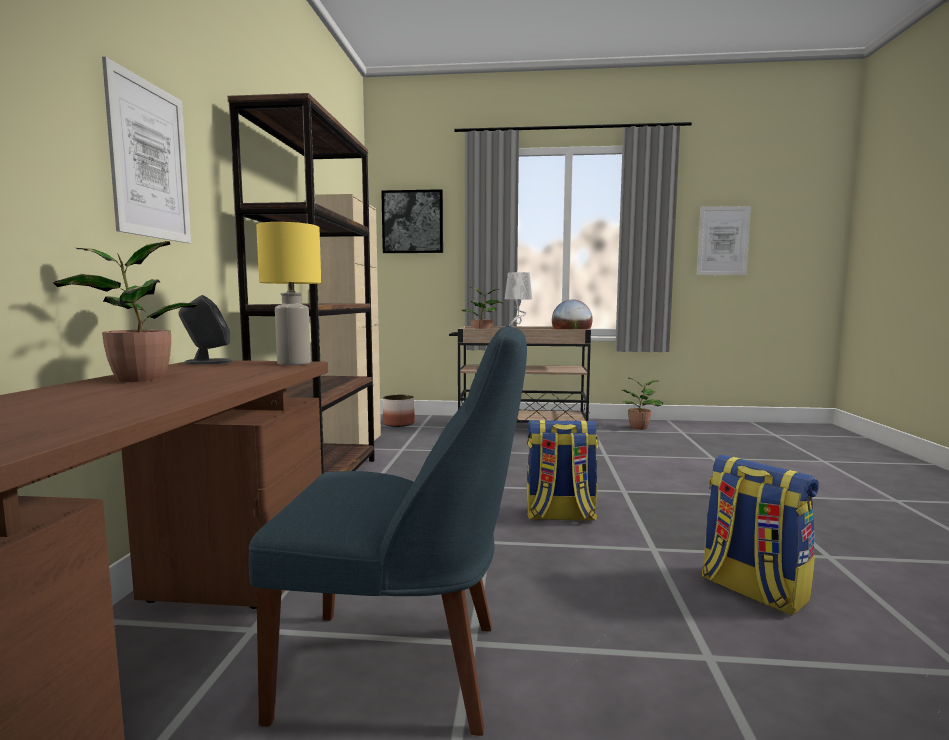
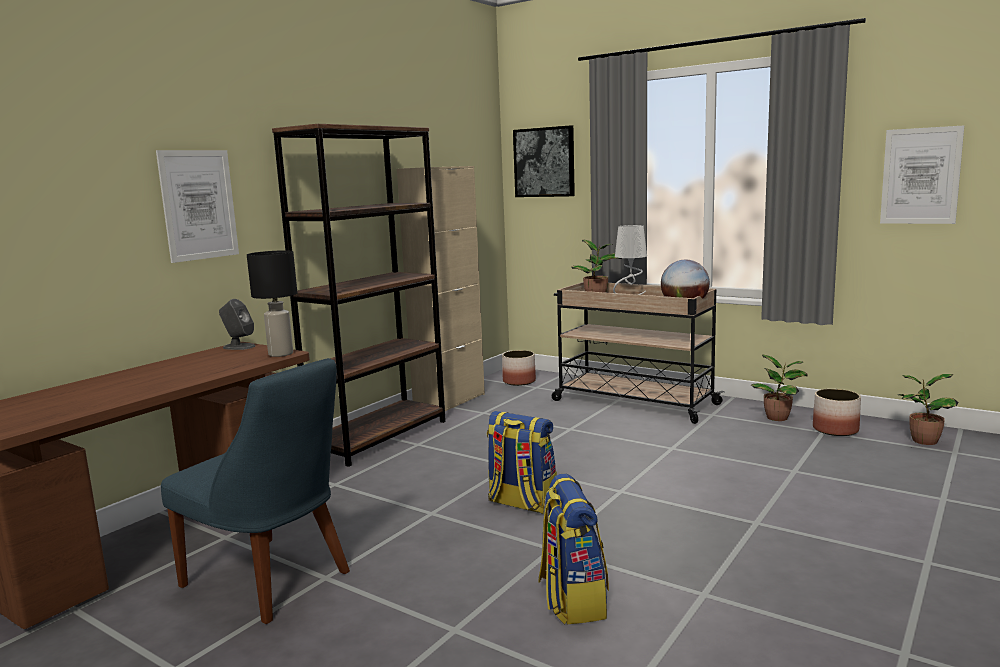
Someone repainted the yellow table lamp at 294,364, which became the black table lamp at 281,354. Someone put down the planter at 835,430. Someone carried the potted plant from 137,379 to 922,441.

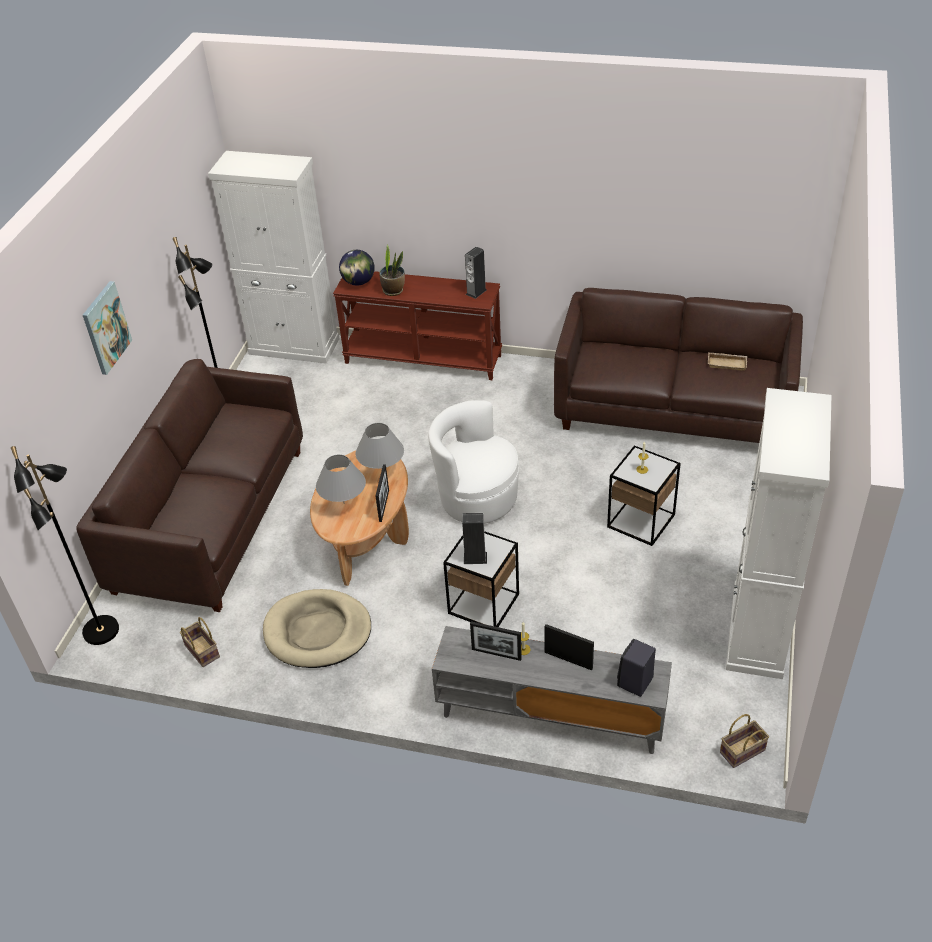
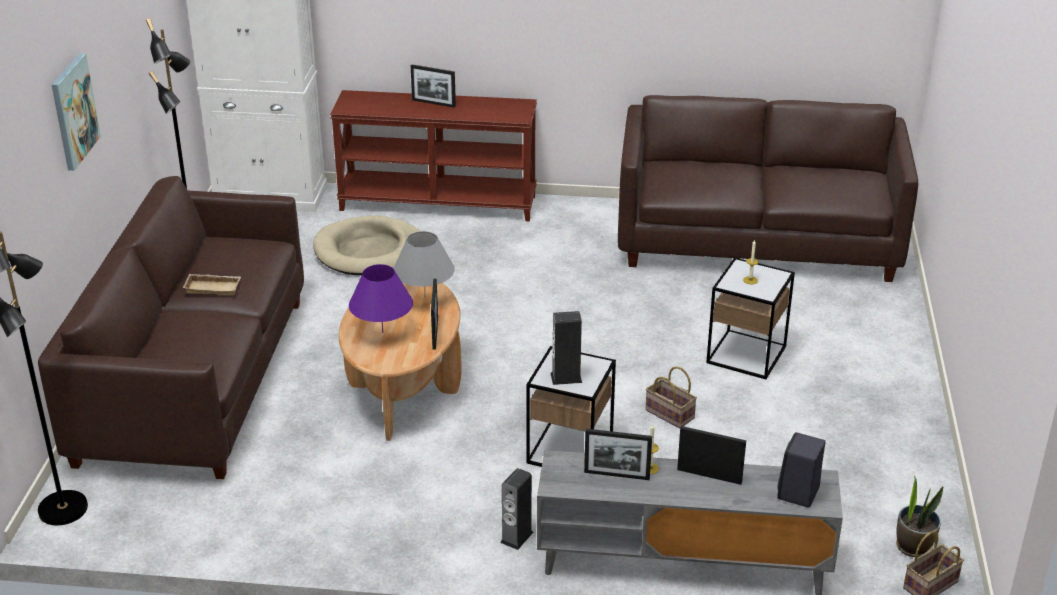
Someone carried the beige tray from 727,363 to 214,287. Someone carried the beige dog bed from 317,632 to 370,251. Someone repainted the grey table lamp at 344,503, which became the purple table lamp at 382,332. Someone put down the picture frame at 433,103. Someone carried the speaker from 476,292 to 517,537. Someone carried the basket from 201,651 to 668,414. Someone carried the potted plant from 393,290 to 913,546. Someone took away the globe at 358,282. Someone took away the white armchair at 477,498. Someone took away the white cabinet at 757,631.

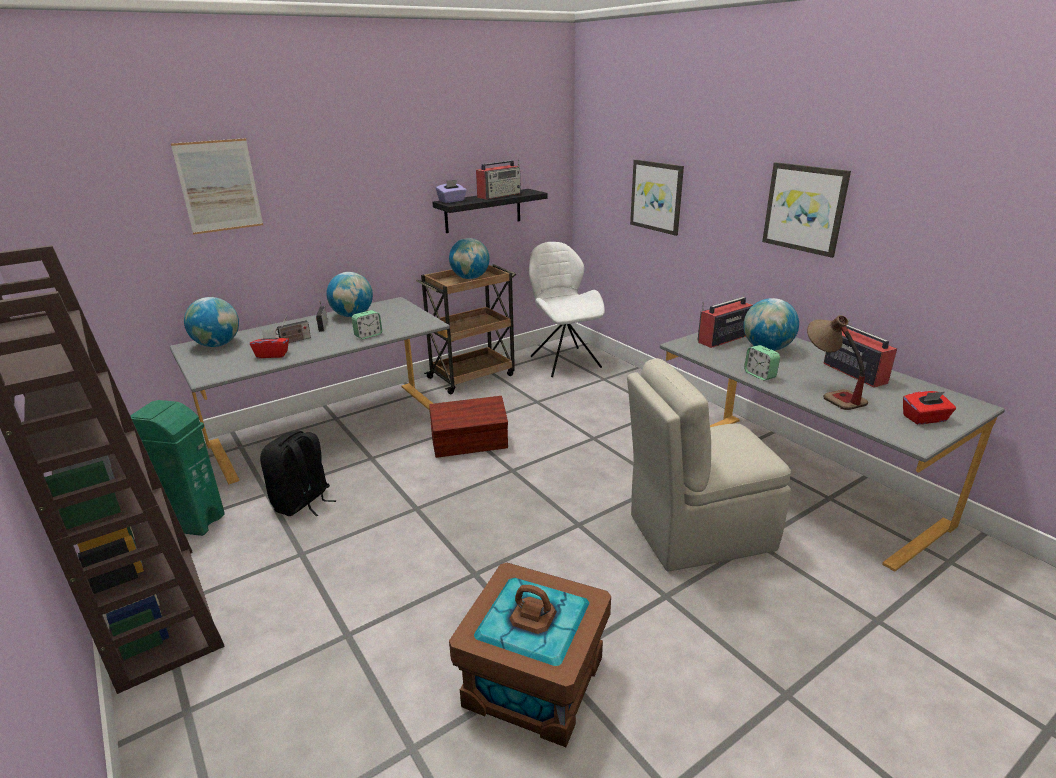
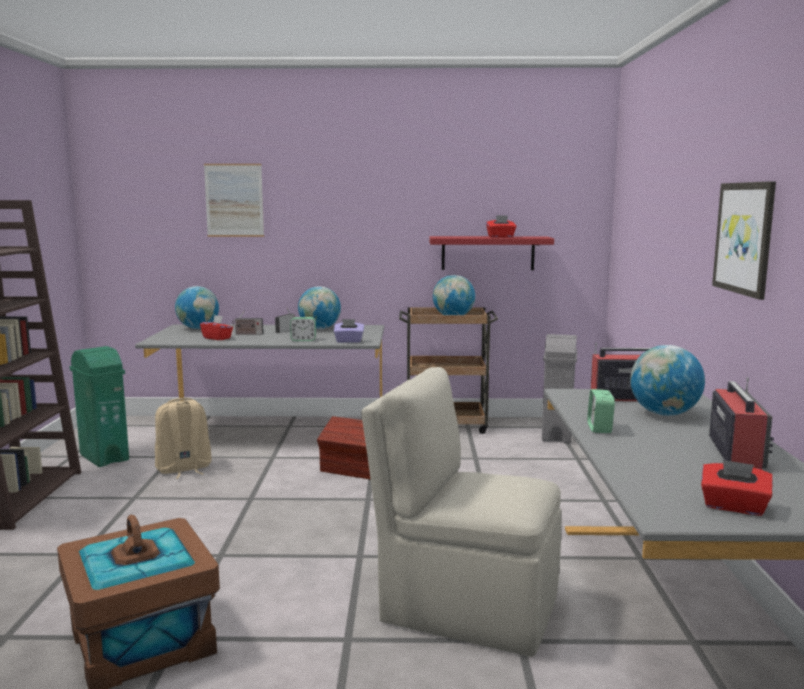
Someone repainted the black backpack at 302,502, which became the beige backpack at 183,469. Someone carried the purple tissue box from 452,201 to 349,341. Someone repainted the black shelf at 483,211, which became the red shelf at 488,253. Someone swapped the radio at 499,195 for the red tissue box at 500,237. Someone swapped the white chair at 564,361 for the grey trash can at 557,435. Someone took away the picture at 657,196. Someone took away the table lamp at 829,393.

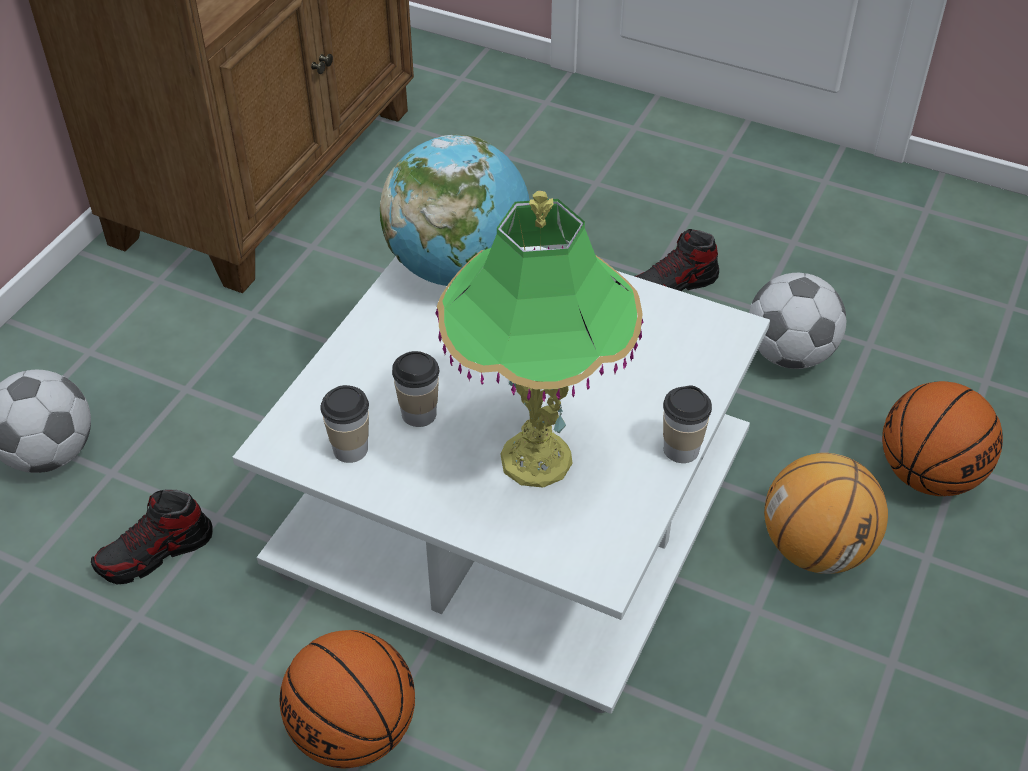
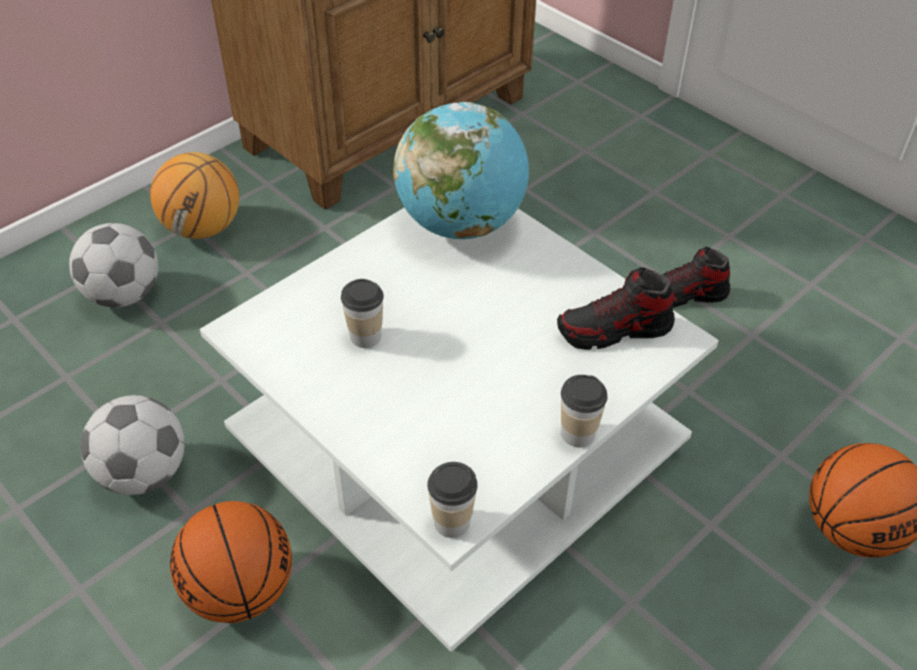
Someone carried the football from 789,354 to 144,473. Someone carried the basketball from 816,548 to 203,228. Someone carried the cup from 350,449 to 452,522. Someone carried the shoe from 156,553 to 614,330. Someone took away the table lamp at 537,459.

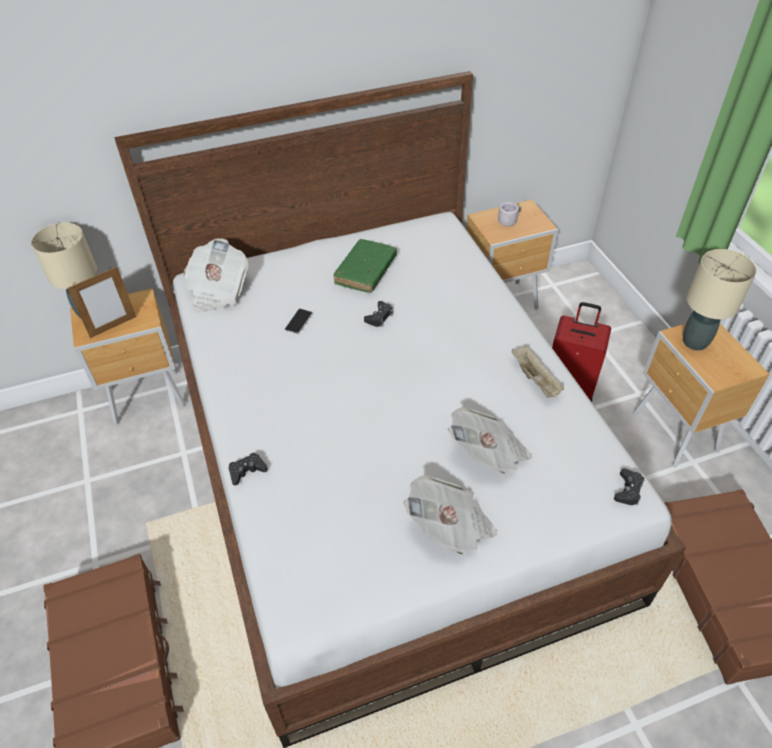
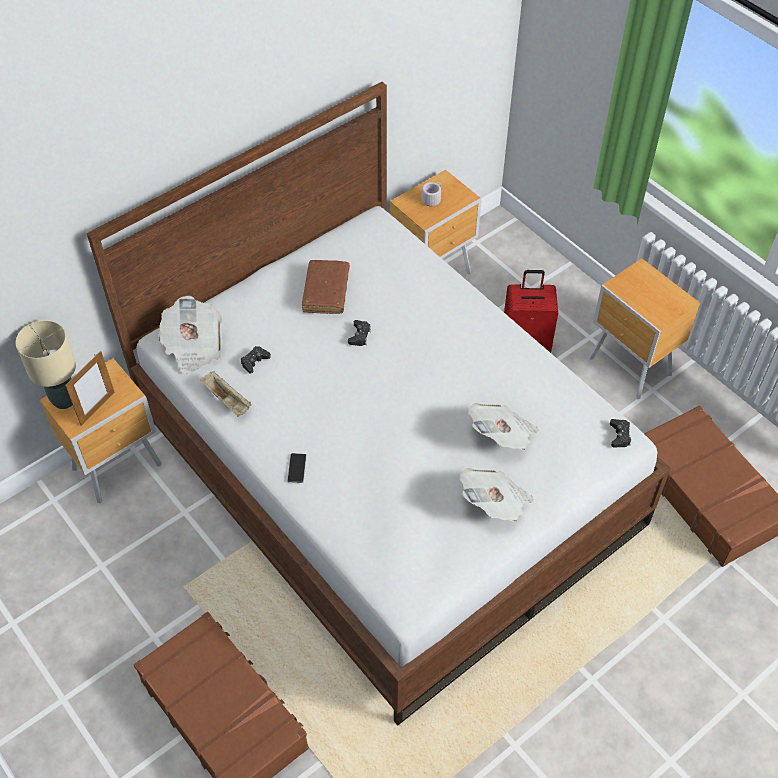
Someone carried the beige tray from 536,380 to 227,400. Someone carried the black game controller from 247,471 to 254,361. Someone carried the phone from 298,322 to 297,468. Someone repainted the green book at 365,271, which became the brown book at 326,292. Someone took away the beige table lamp at 694,342.

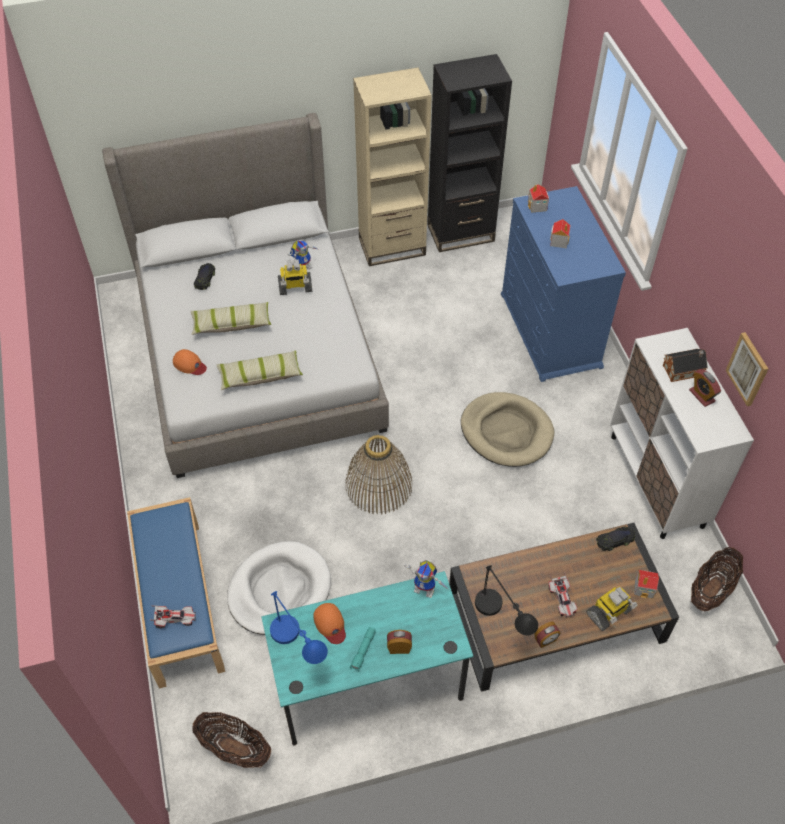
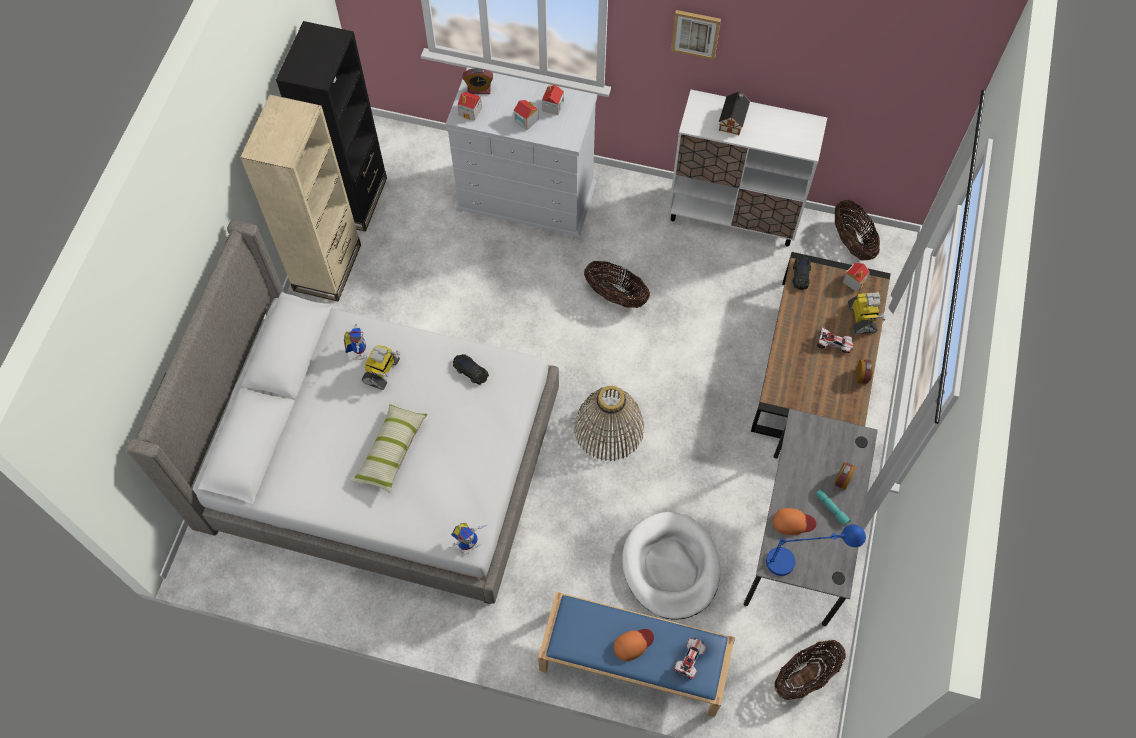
Someone repainted the blue dresser at 550,330, which became the white dresser at 527,196. Someone carried the toy robot from 426,588 to 469,543. Someone carried the black toy car from 205,278 to 470,370. Someone carried the alarm clock from 701,396 to 479,89. Someone put down the toy house at 552,106. Someone swapped the beige dog bed at 506,432 for the basket at 615,295. Someone carried the orange cap from 189,364 to 633,644. Someone carried the picture from 748,369 to 695,33. Someone repainted the turquoise desk at 368,682, which became the grey desk at 799,537. Someone took away the pillow at 260,376. Someone took away the black table lamp at 501,623.

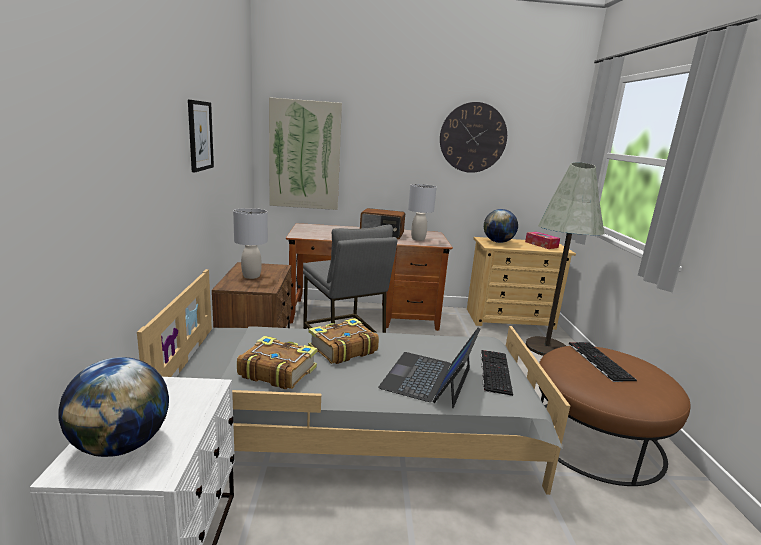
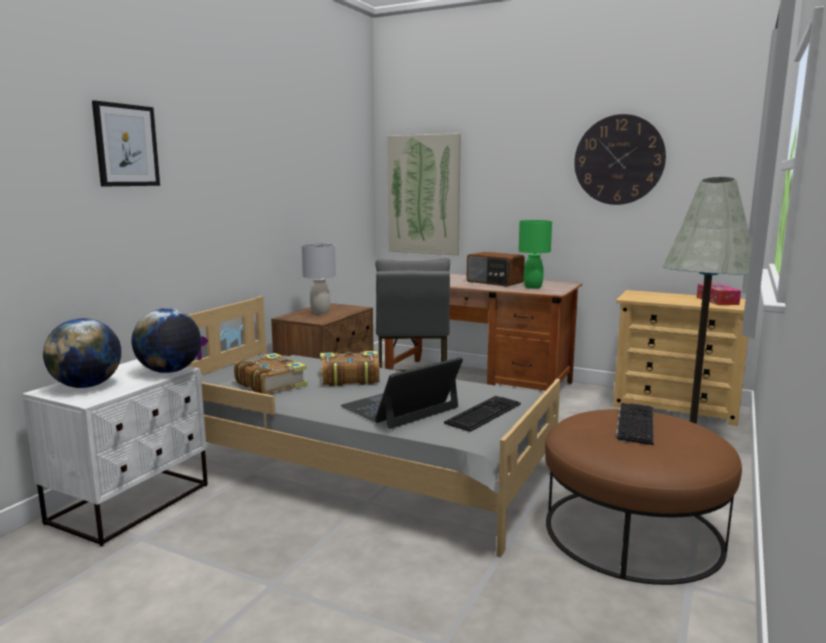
Someone carried the picture from 200,136 to 126,145. Someone carried the globe from 498,242 to 169,371. Someone repainted the grey table lamp at 418,239, which became the green table lamp at 533,287.

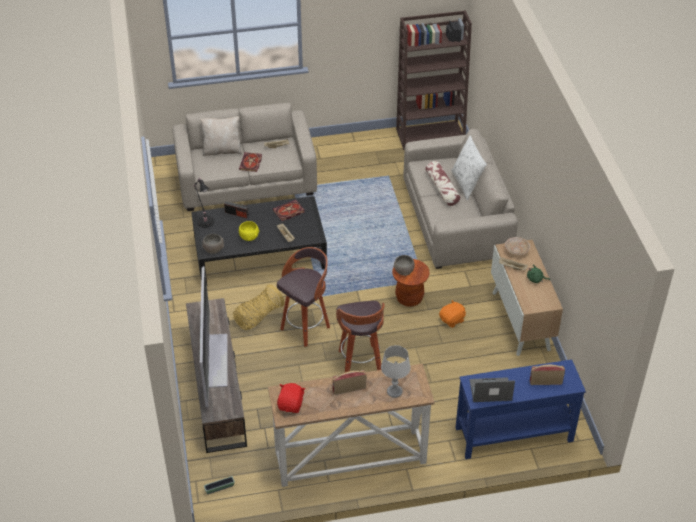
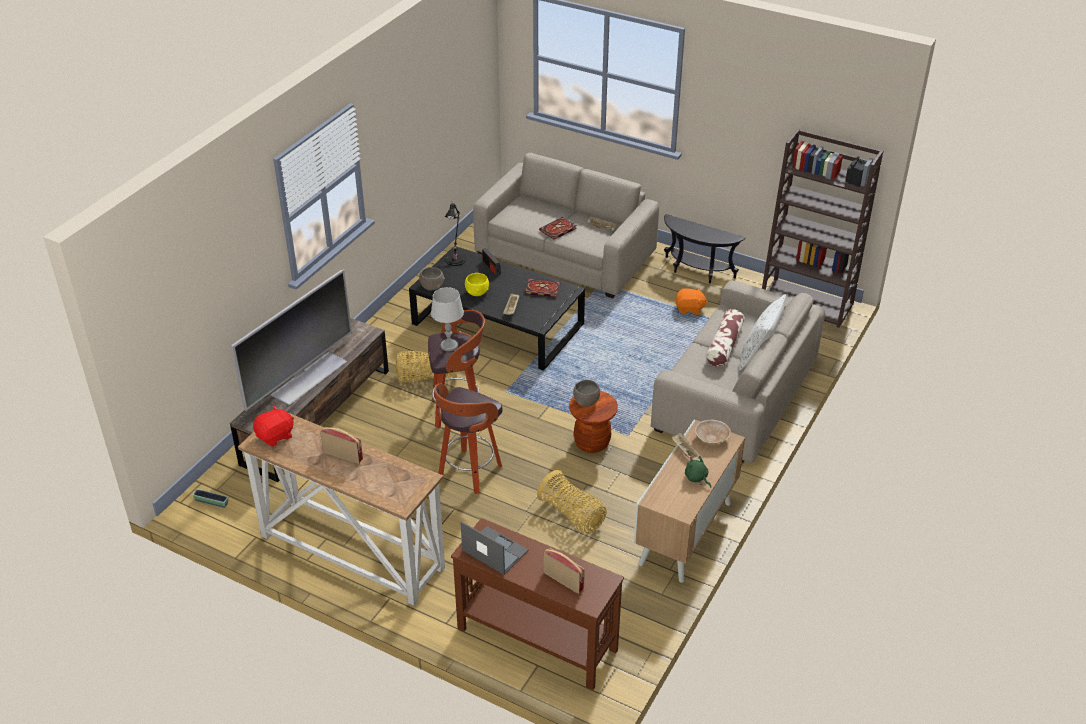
Someone carried the grey table lamp from 394,392 to 449,346. Someone repainted the blue console table at 513,434, which became the brown console table at 536,638. Someone put down the basket at 573,515. Someone put down the black side table at 696,272. Someone carried the orange plush toy from 452,320 to 689,309. Someone took away the beige pillow at 222,150.

